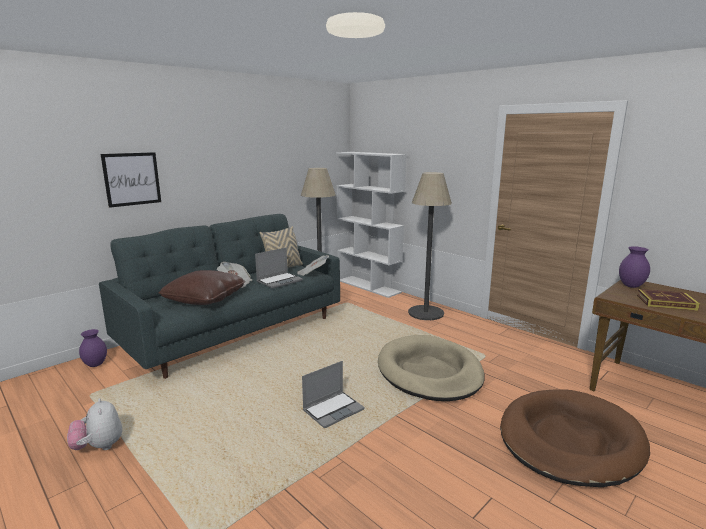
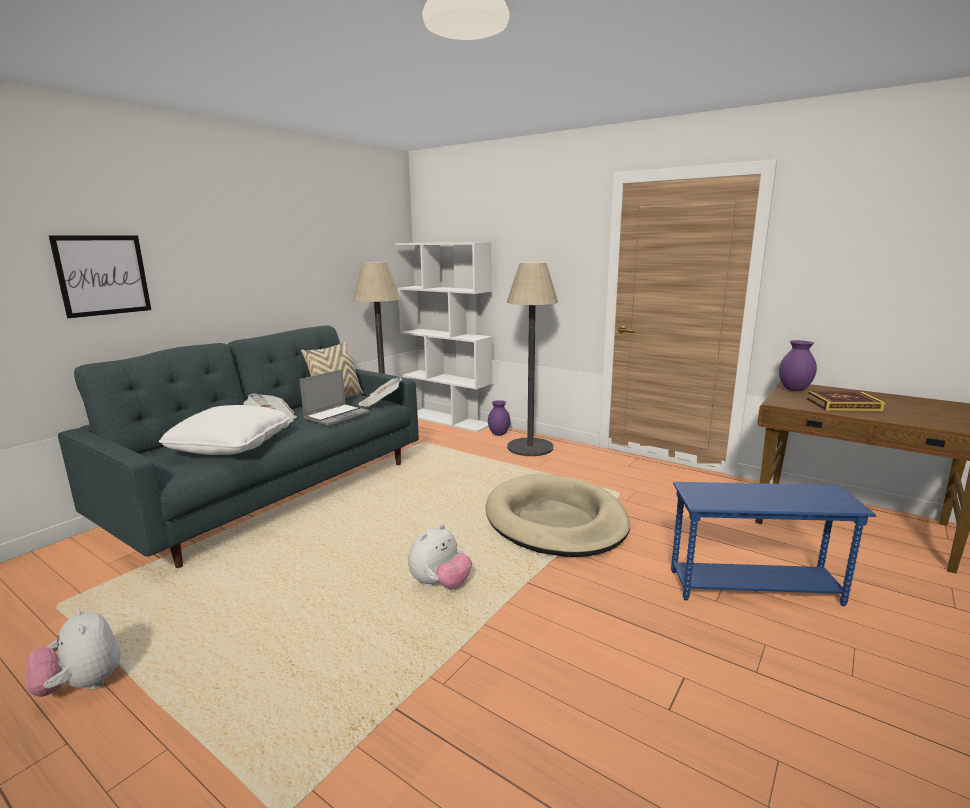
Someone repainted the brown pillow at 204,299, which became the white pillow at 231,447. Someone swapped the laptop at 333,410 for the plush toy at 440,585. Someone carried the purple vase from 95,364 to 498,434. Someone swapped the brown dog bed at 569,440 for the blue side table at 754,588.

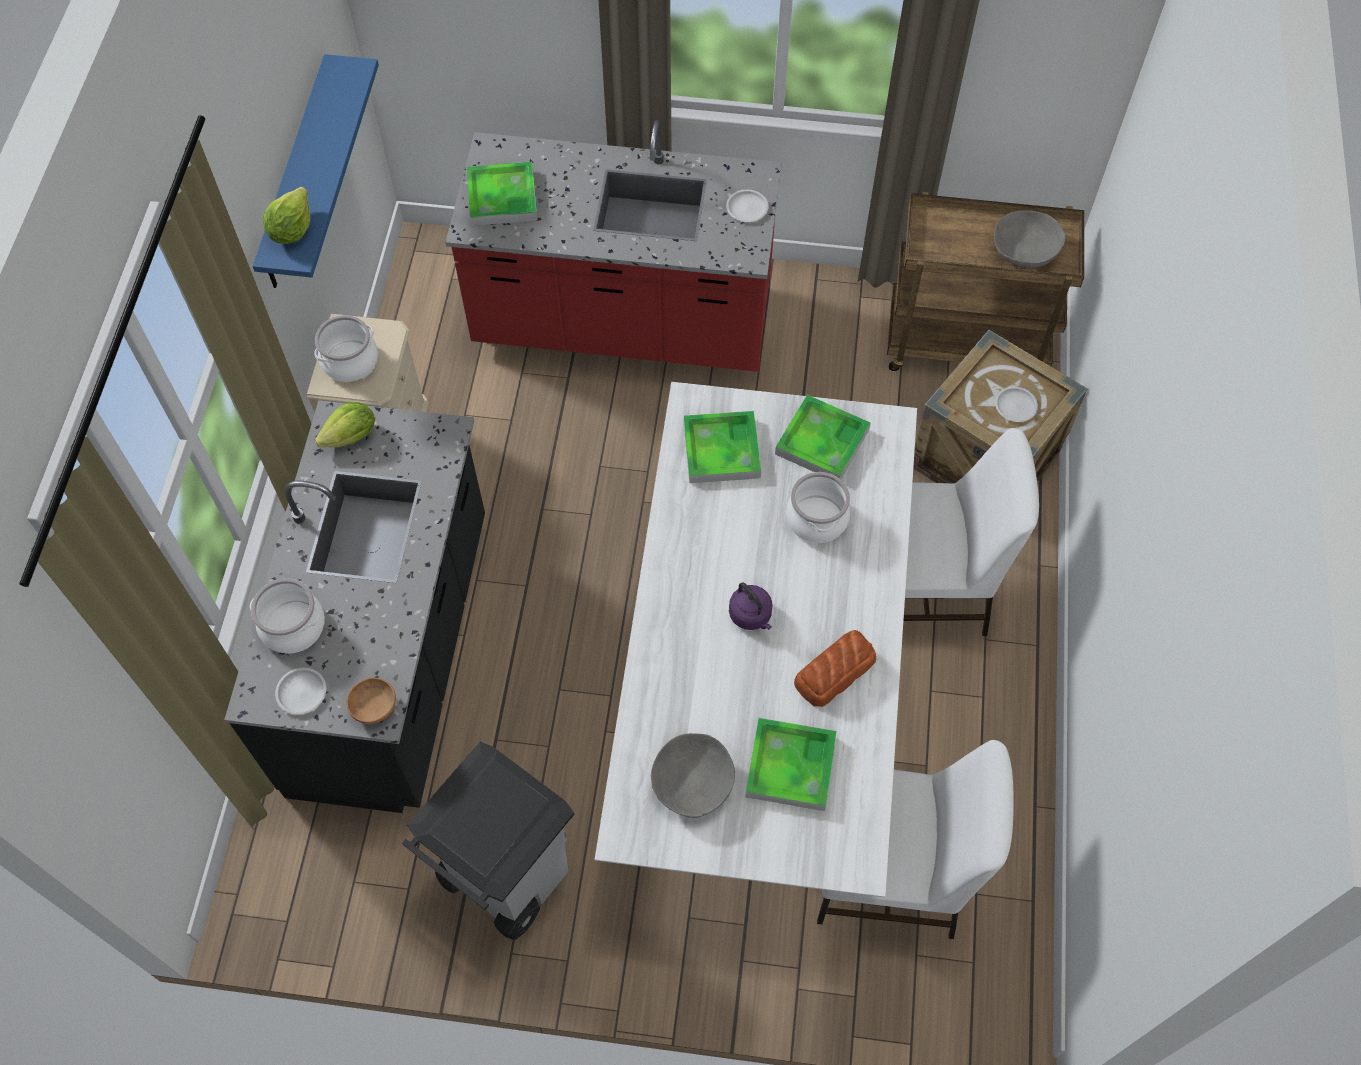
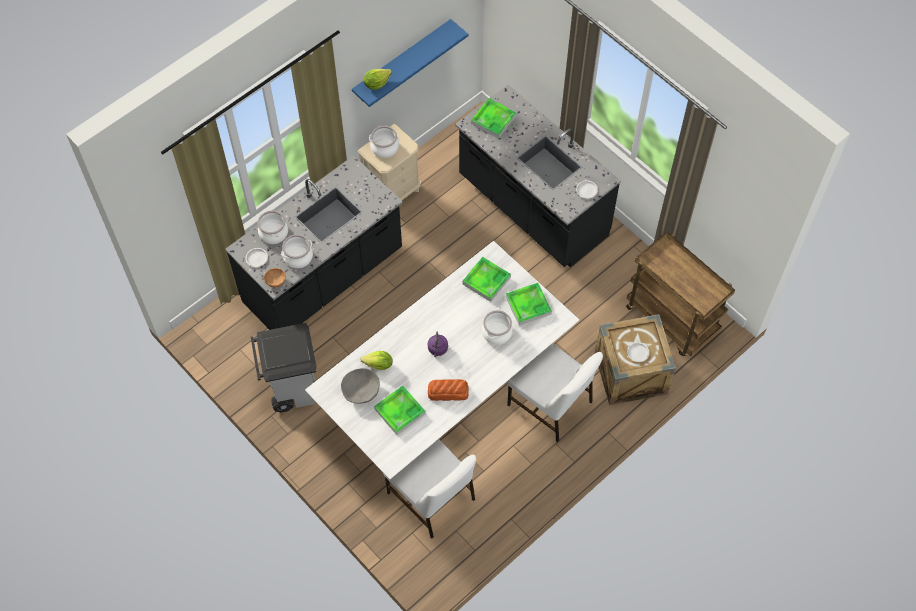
Someone put down the cooking pot at 298,257. Someone carried the lettuce from 351,436 to 379,365. Someone repainted the red counter at 623,323, which became the black counter at 532,208. Someone took away the grey bowl at 1025,250.

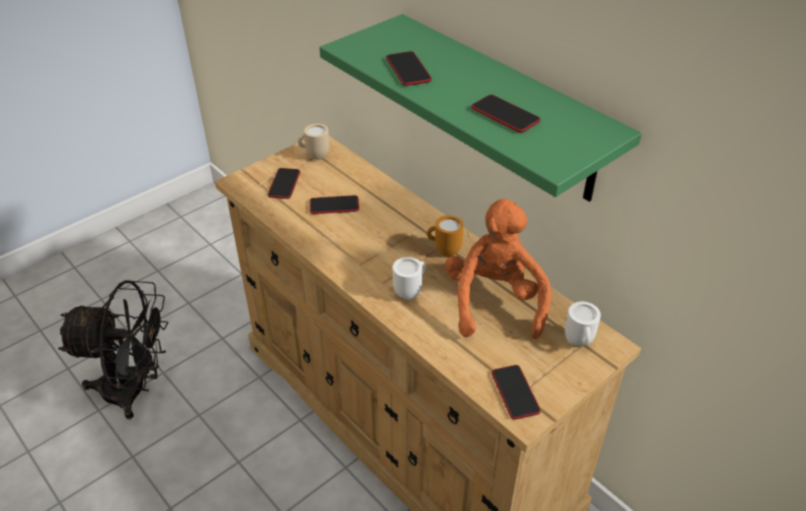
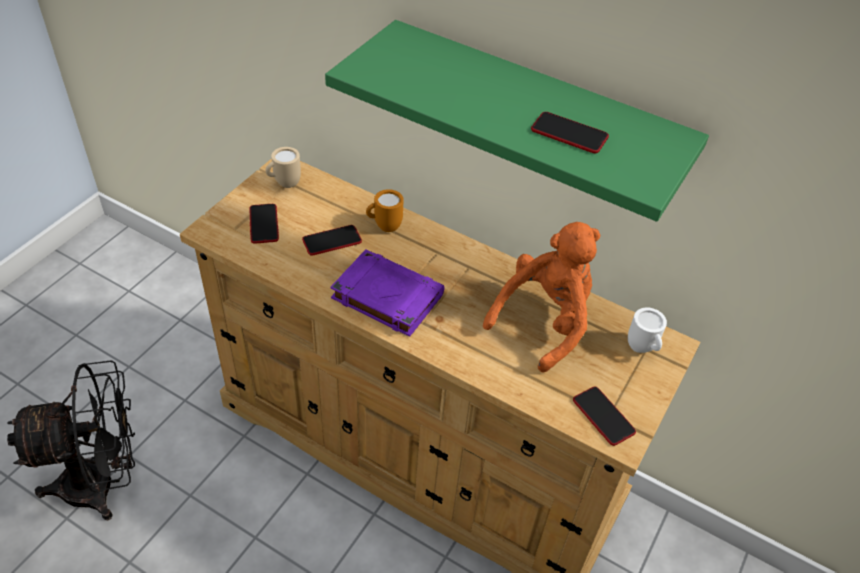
Someone put down the purple book at 386,296. Someone carried the orange mug from 444,250 to 384,226. Someone rotated the orange plush toy at 494,301 by 60 degrees clockwise. Someone took away the phone at 408,70. Someone took away the white mug at 410,291.

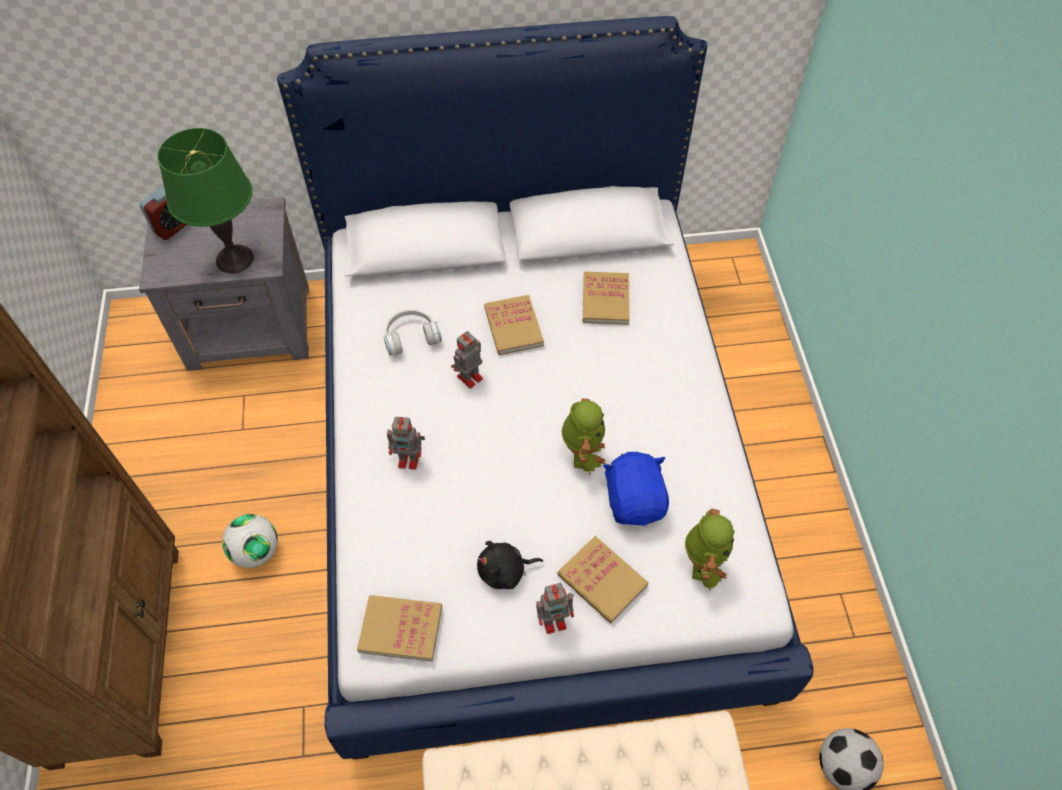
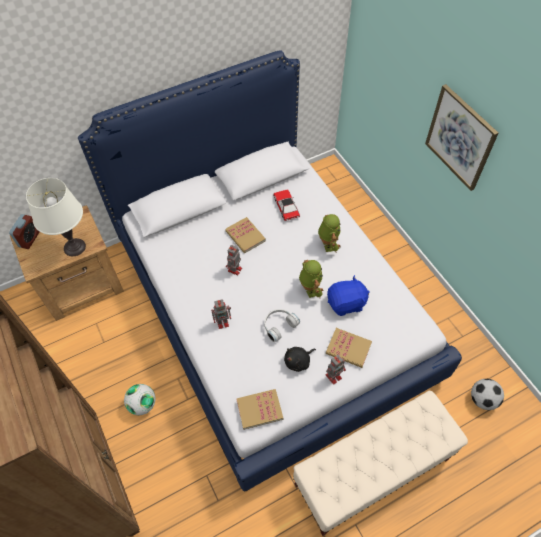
Someone repainted the grey nightstand at 251,328, which became the brown nightstand at 83,285. Someone repainted the green table lamp at 235,259, which became the white table lamp at 75,247. Someone carried the white headphones from 410,336 to 278,325. Someone swapped the book at 605,300 for the toy car at 286,207. Someone carried the toy robot from 702,563 to 328,244. Someone rotated the blue plush toy at 635,500 by 105 degrees clockwise. Someone put up the picture at 460,138.

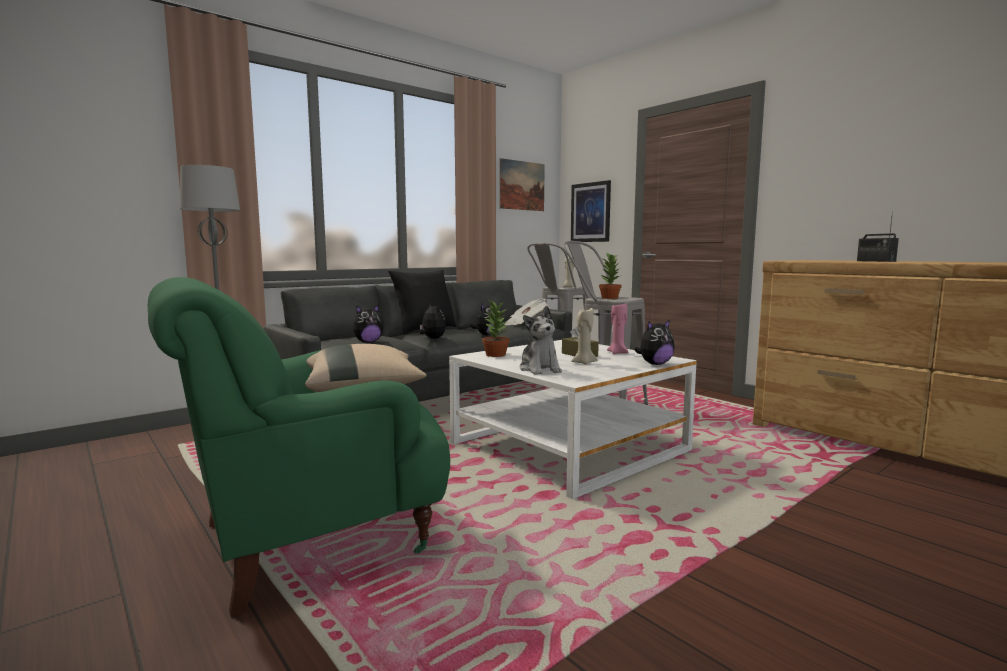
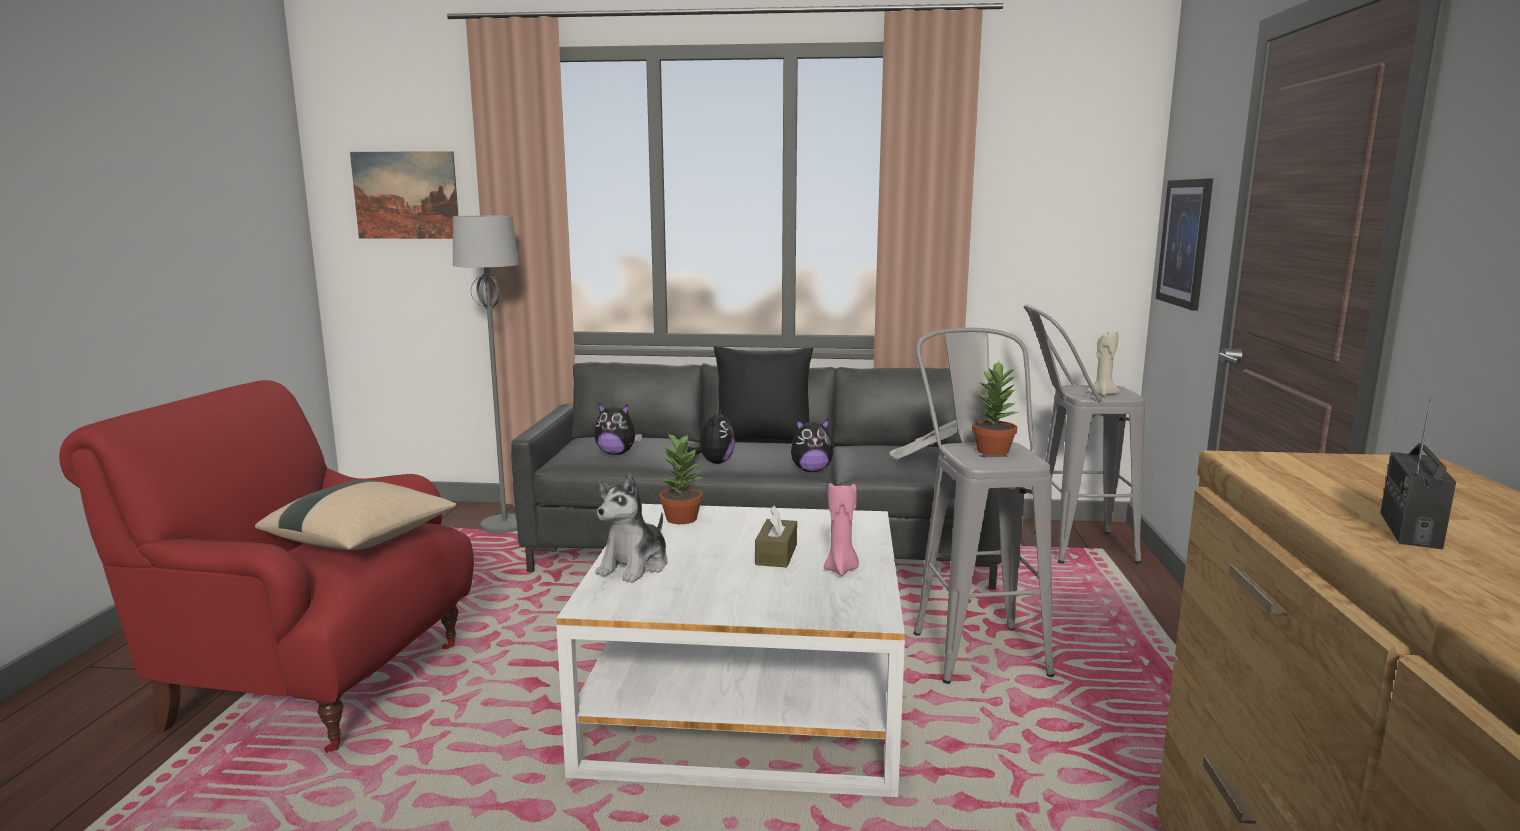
Someone repainted the green armchair at 307,538, which became the red armchair at 313,685. Someone carried the picture from 522,185 to 406,195. Someone took away the beige candle at 583,362. Someone took away the plush toy at 655,364.

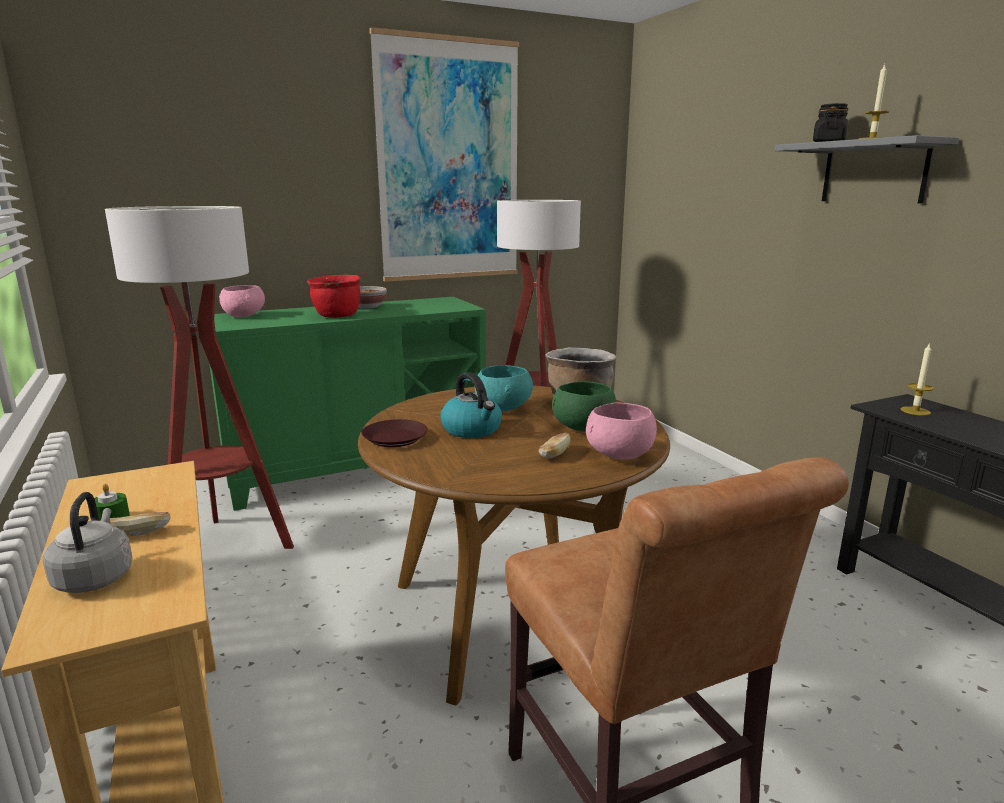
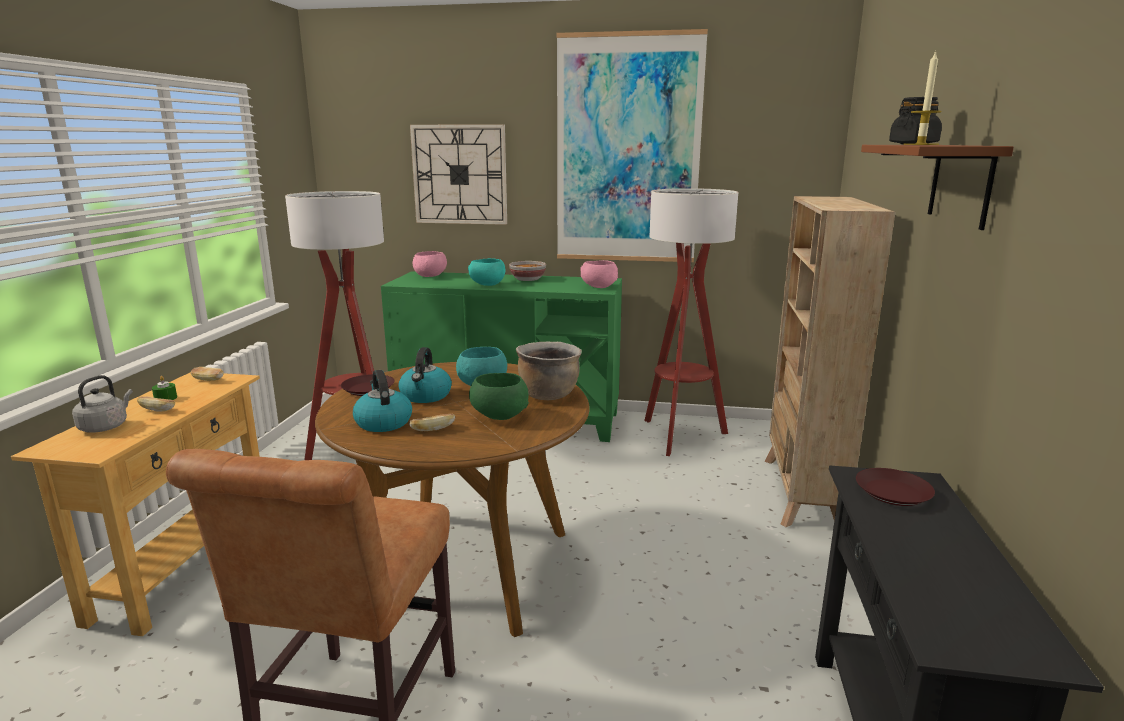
Someone put down the bread at 208,380. Someone put down the kettle at 383,422. Someone put up the wall clock at 459,174. Someone swapped the red cooking pot at 337,316 for the turquoise bowl at 487,285. Someone carried the pink bowl from 619,456 to 598,287. Someone put down the beige bookcase at 802,493. Someone swapped the candle at 915,411 for the brown plate at 892,493. Someone repainted the grey shelf at 874,172, which became the brown shelf at 960,183.

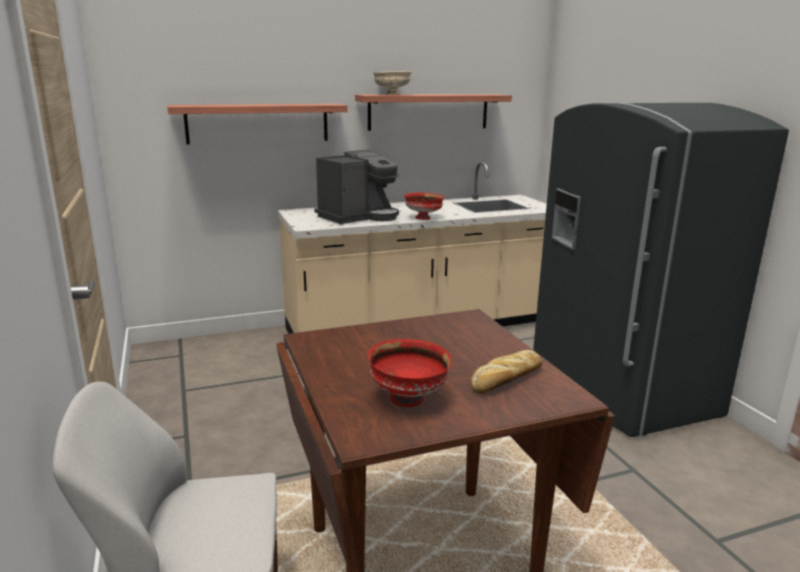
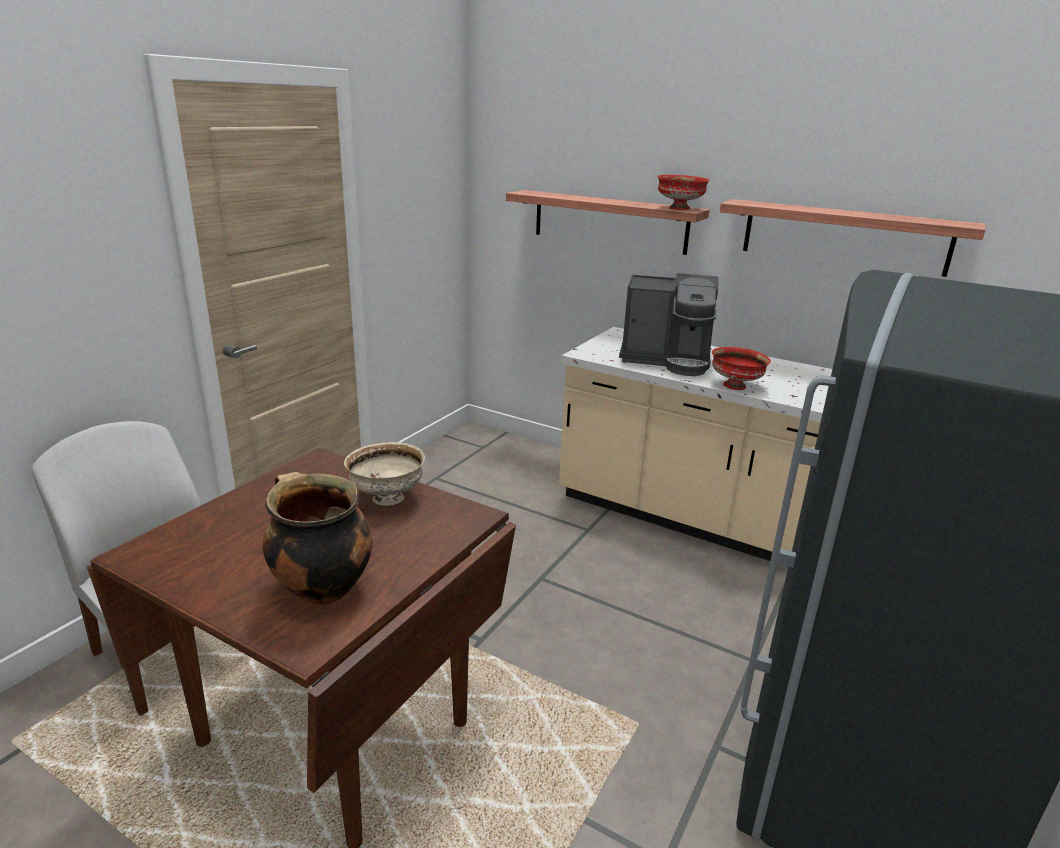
Someone swapped the bread at 506,379 for the cooking pot at 321,588. Someone carried the beige bowl from 392,94 to 386,498. Someone carried the red bowl from 408,399 to 680,208.

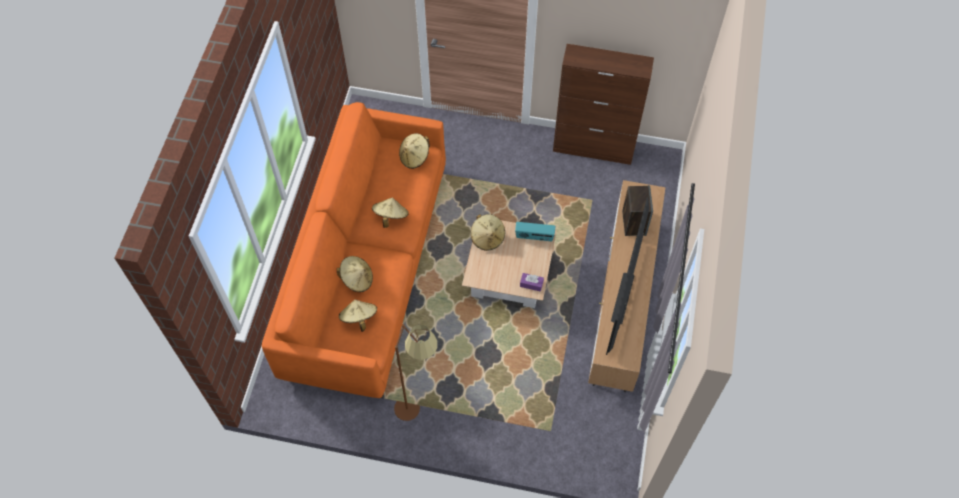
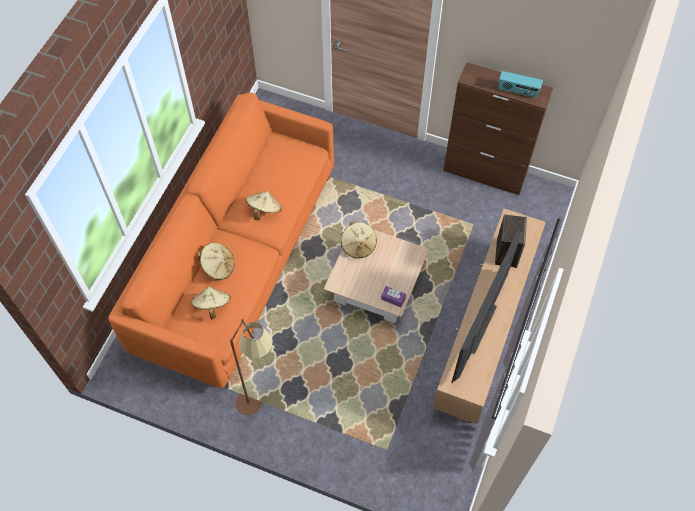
Someone carried the radio from 534,237 to 517,91. Someone took away the beige hat at 414,157.

